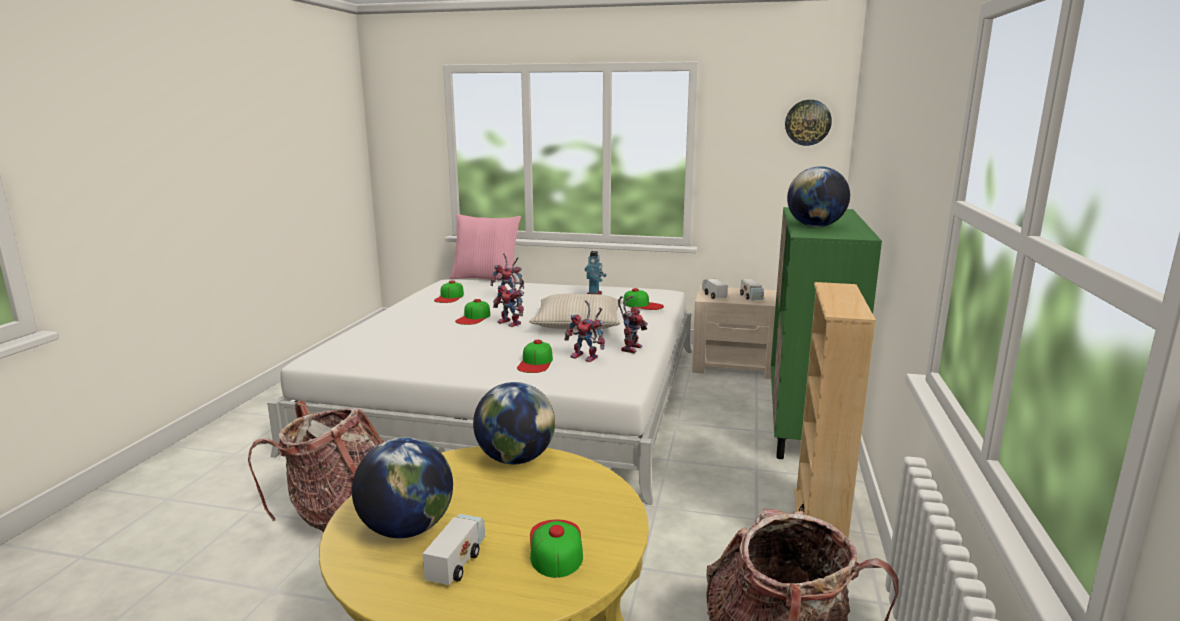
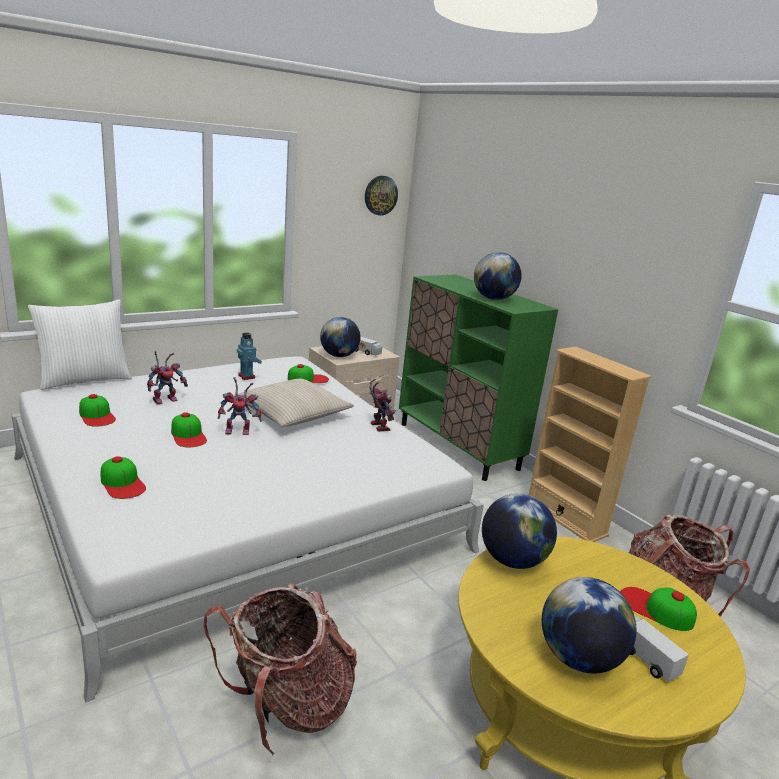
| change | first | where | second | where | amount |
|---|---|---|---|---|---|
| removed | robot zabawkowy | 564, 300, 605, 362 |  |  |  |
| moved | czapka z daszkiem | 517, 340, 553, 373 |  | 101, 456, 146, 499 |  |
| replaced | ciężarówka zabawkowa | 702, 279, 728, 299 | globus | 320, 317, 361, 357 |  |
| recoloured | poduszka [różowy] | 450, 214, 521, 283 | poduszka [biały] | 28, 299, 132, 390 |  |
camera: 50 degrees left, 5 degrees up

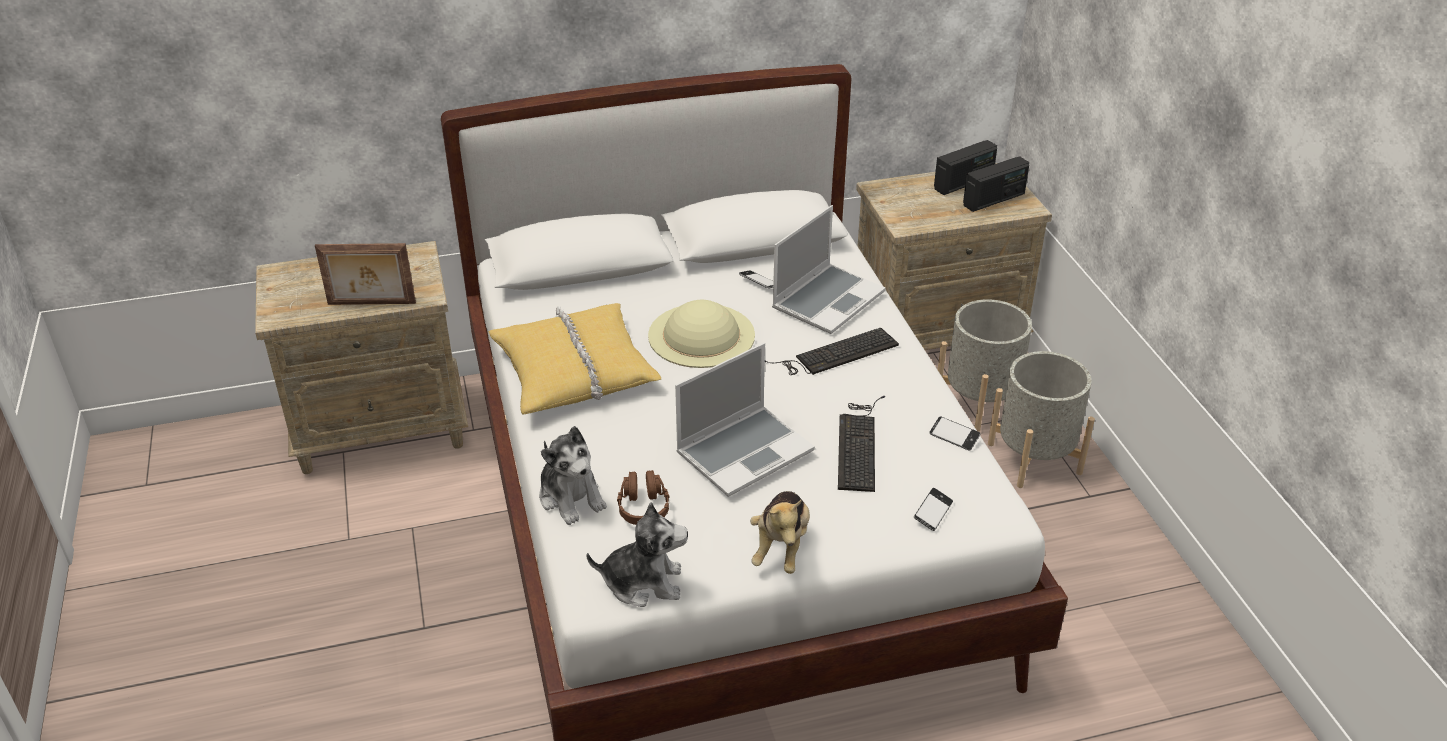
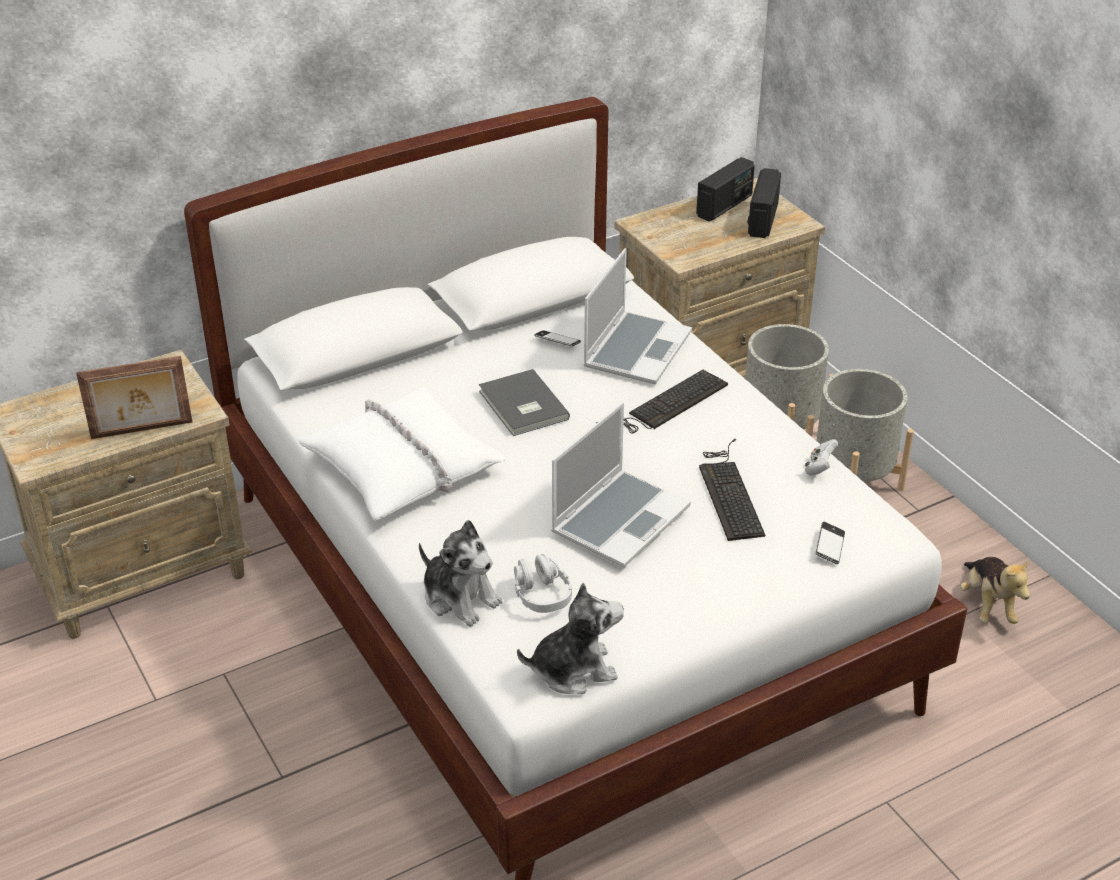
| change | first | where | second | where | amount |
|---|---|---|---|---|---|
| moved | pluszak | 750, 491, 810, 574 |  | 960, 557, 1030, 624 |  |
| replaced | kapelusz [beżowy] | 648, 300, 755, 368 | książka [szary] | 479, 369, 570, 436 |  |
| replaced | telefon | 929, 416, 980, 451 | pad do gier [biały] | 805, 439, 838, 476 |  |
| recoloured | poduszka [żółty] | 489, 303, 661, 415 | poduszka [biały] | 296, 387, 506, 521 |  |
| recoloured | słuchawki [brązowy] | 617, 470, 670, 525 | słuchawki [szary] | 514, 554, 572, 613 |  |
| turned | radio | 963, 156, 1029, 212 |  | 747, 168, 781, 238 | 150 degrees clockwise |
camera: 15 degrees left, 0 degrees up

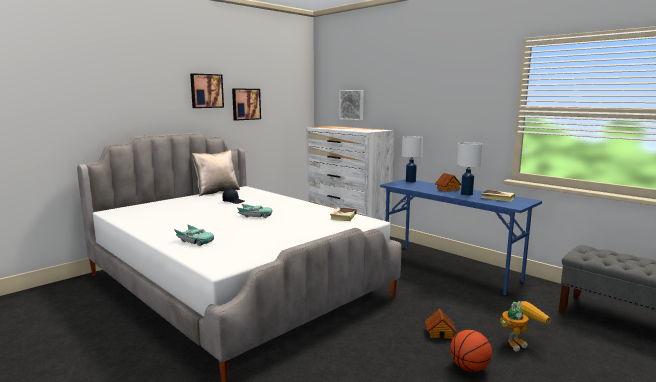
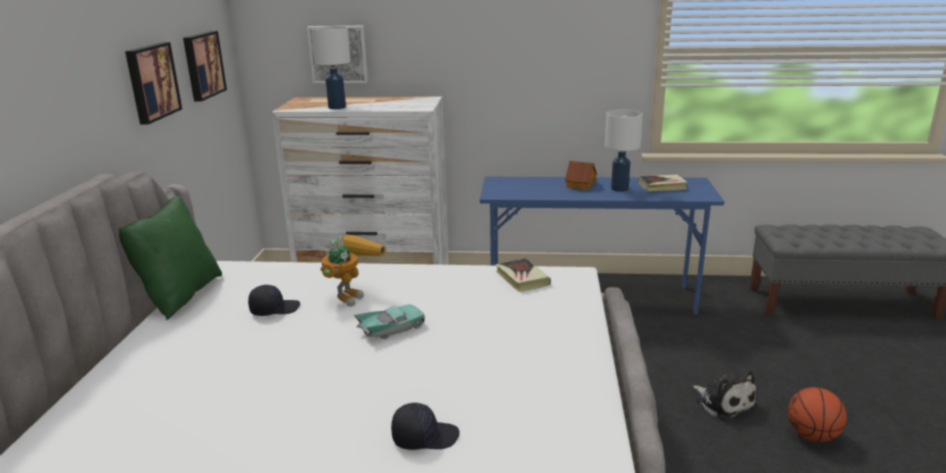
| change | first | where | second | where | amount |
|---|---|---|---|---|---|
| moved | obraz | 190, 73, 224, 108 |  | 183, 31, 227, 102 |  |
| moved | lampa stołowa [biały] | 402, 136, 423, 183 |  | 311, 26, 351, 109 |  |
| moved | robot zabawkowy | 500, 301, 551, 352 |  | 321, 235, 386, 307 |  |
| replaced | samochodzik [turkusowy] | 174, 224, 214, 246 | czapka z daszkiem [czarny] | 391, 403, 460, 450 |  |
| replaced | domek | 425, 308, 457, 339 | pluszak | 693, 371, 757, 421 |  |
| recoloured | poduszka [beżowy] | 192, 150, 240, 196 | poduszka [zielony] | 119, 196, 222, 320 |  |
camera: 40 degrees left, 10 degrees up

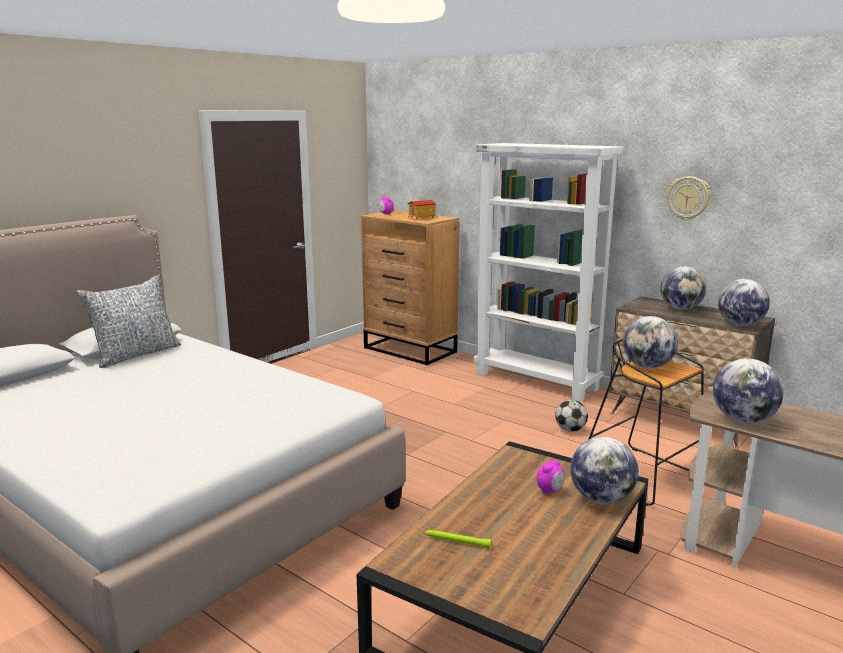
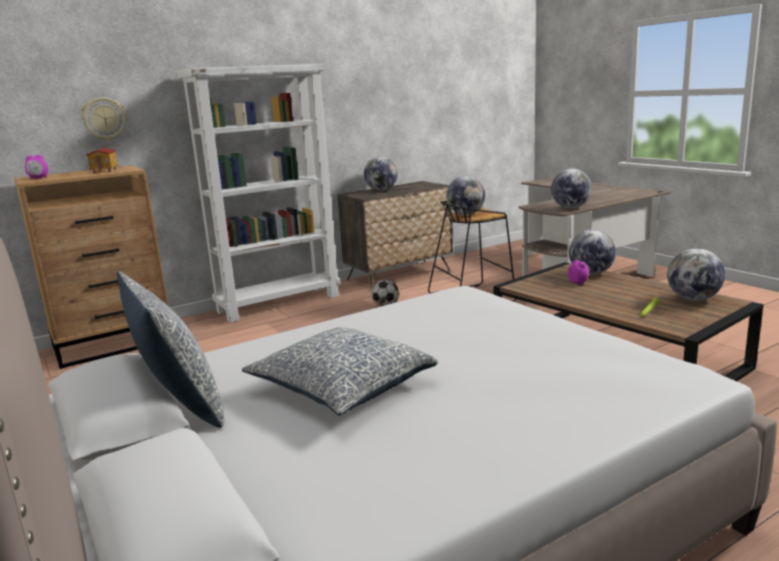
| change | first | where | second | where | amount |
|---|---|---|---|---|---|
| added |  |  | poduszka | 242, 327, 438, 416 |  |
| moved | zegar ścienny | 667, 176, 711, 220 |  | 81, 97, 127, 141 |  |
| moved | globus | 718, 279, 770, 326 |  | 667, 249, 725, 301 |  |
camera: 70 degrees left, 0 degrees up

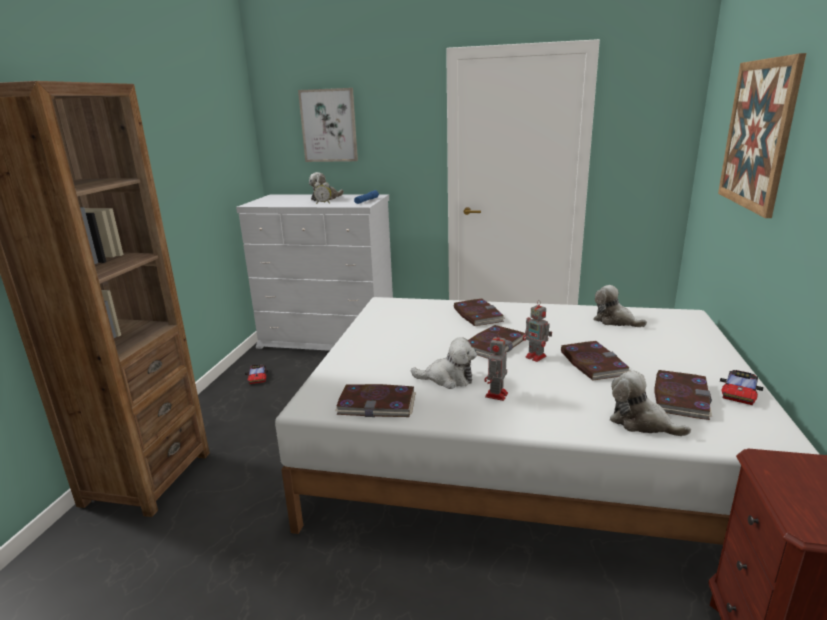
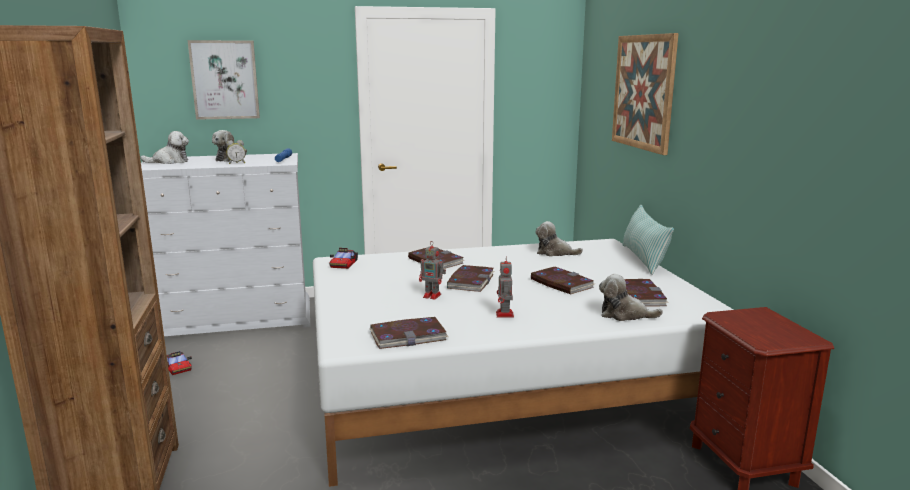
| change | first | where | second | where | amount |
|---|---|---|---|---|---|
| added |  |  | poduszka | 622, 205, 674, 275 |  |
| moved | pluszak | 411, 337, 477, 389 |  | 141, 131, 189, 164 |  |
| moved | robot zabawkowy | 523, 300, 552, 362 |  | 419, 242, 446, 300 |  |
| moved | samochodzik | 720, 370, 763, 405 |  | 329, 248, 358, 269 |  |
camera: 25 degrees left, 5 degrees down

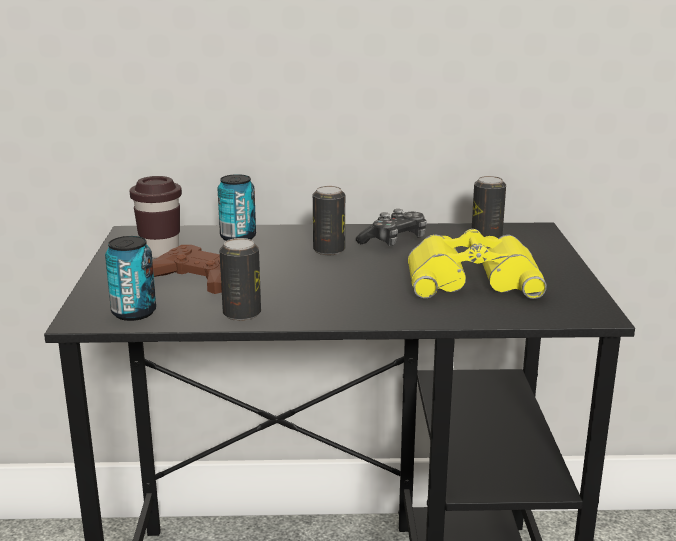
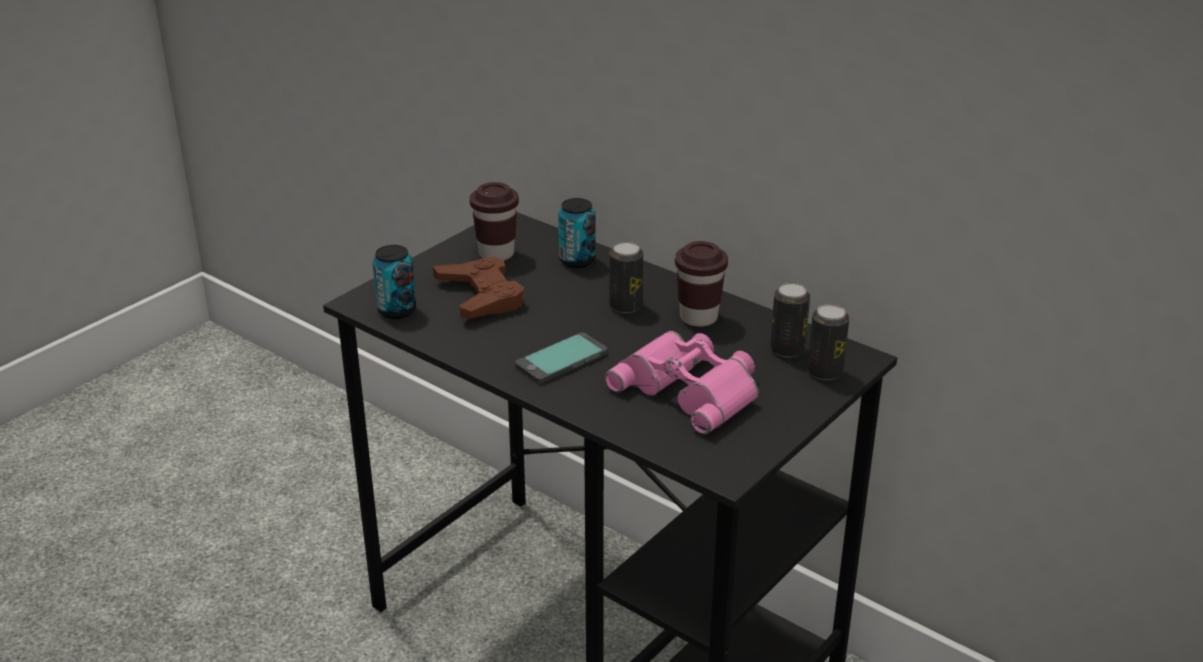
| change | first | where | second | where | amount |
|---|---|---|---|---|---|
| added |  |  | telefon | 515, 332, 607, 384 |  |
| moved | puszka | 219, 238, 261, 321 |  | 807, 304, 849, 380 |  |
| replaced | pad do gier | 356, 209, 427, 246 | filiżanka [brązowy] | 675, 241, 728, 327 |  |
| recoloured | lornetka [żółty] | 408, 229, 547, 299 | lornetka [różowy] | 605, 331, 759, 434 |  |
camera: 40 degrees right, 10 degrees up

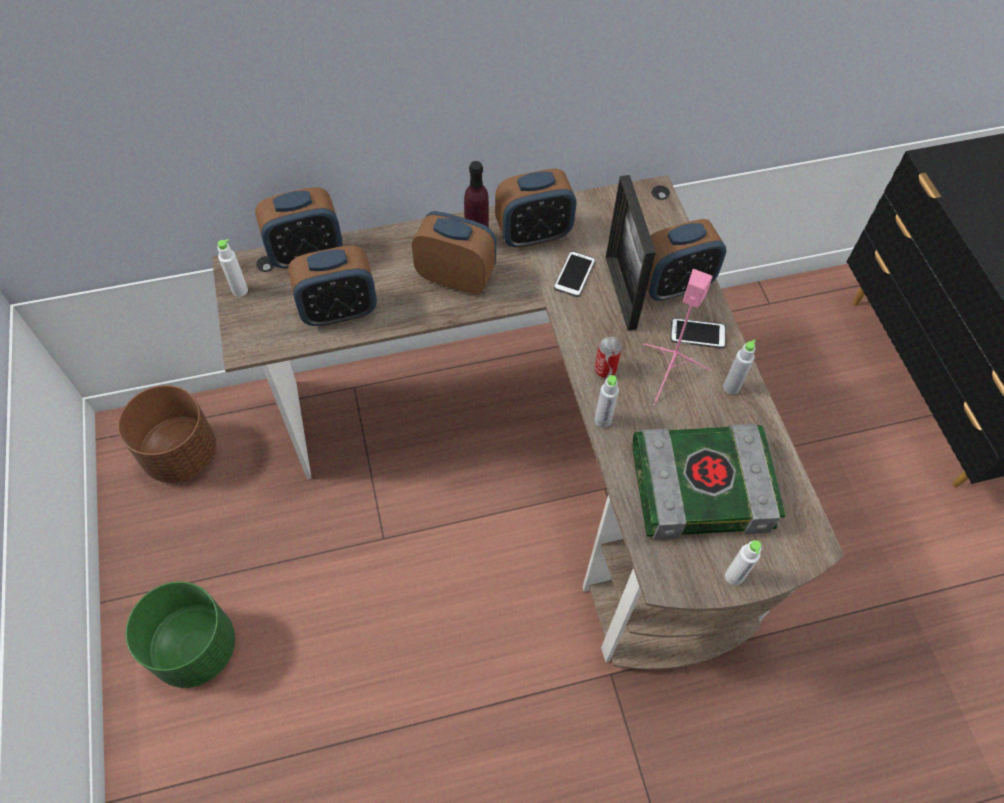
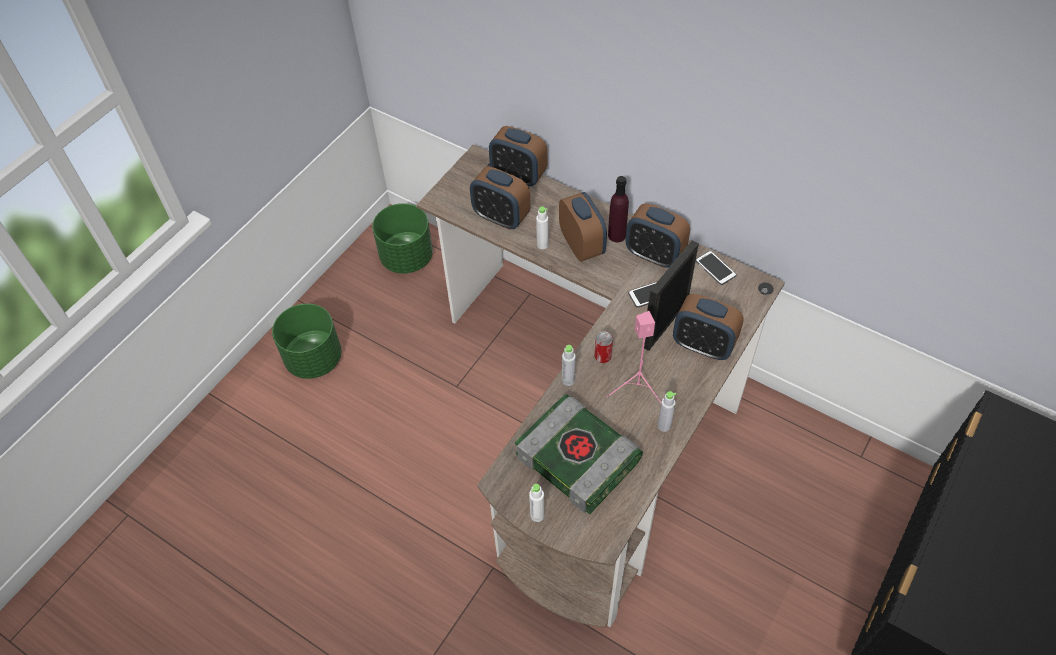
| change | first | where | second | where | amount |
|---|---|---|---|---|---|
| moved | butelka [biały] | 217, 239, 248, 297 |  | 536, 206, 549, 249 |  |
| moved | telefon | 670, 318, 726, 348 |  | 696, 251, 737, 285 |  |
| recoloured | donica [brązowy] | 118, 385, 216, 483 | donica [zielony] | 372, 203, 433, 274 |  |
camera: 50 degrees right, 5 degrees down

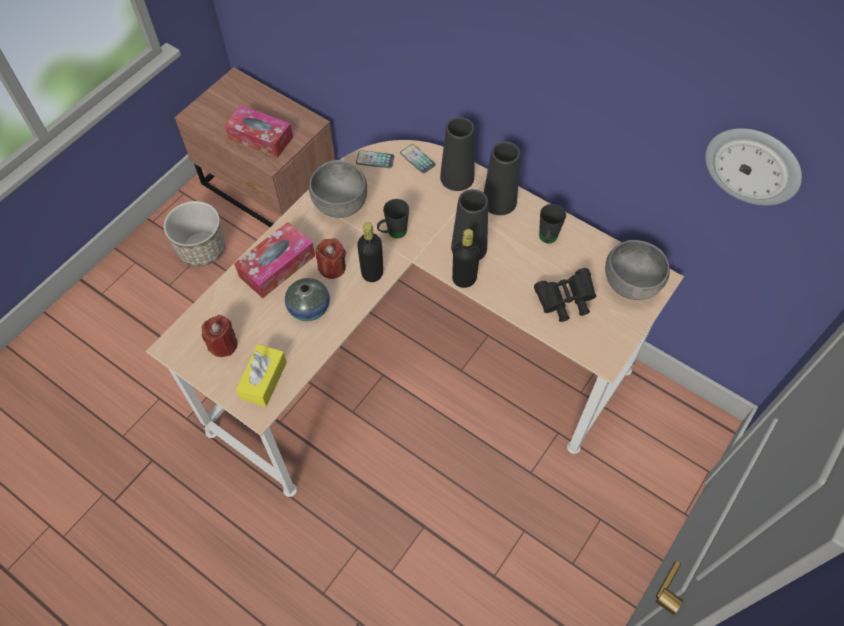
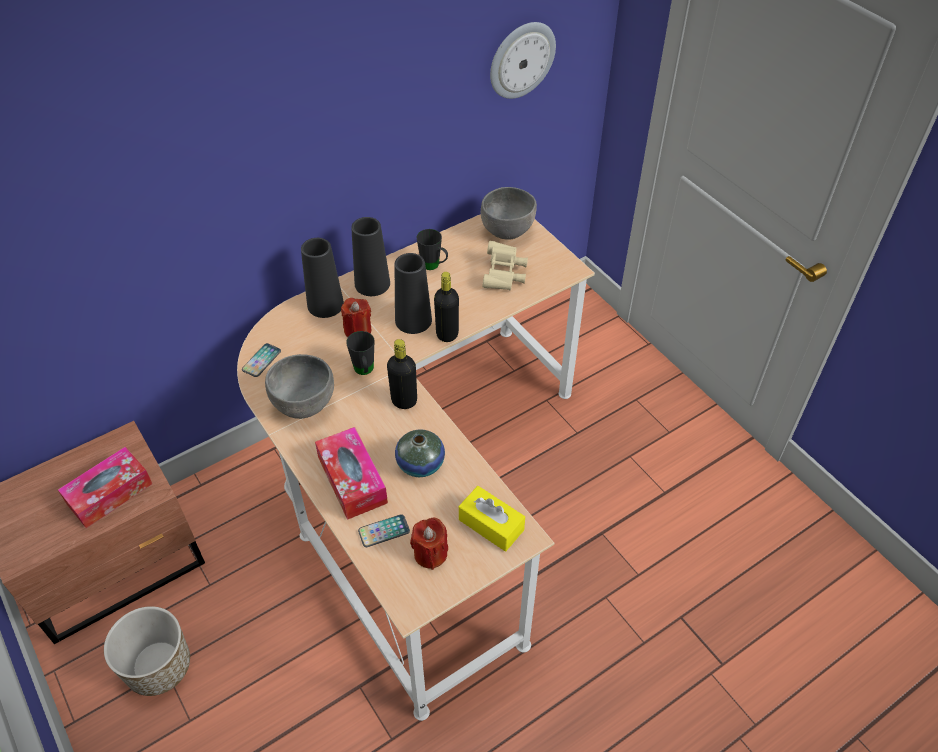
| change | first | where | second | where | amount |
|---|---|---|---|---|---|
| moved | świeca [czerwony] | 316, 238, 346, 279 |  | 341, 298, 371, 337 |  |
| moved | telefon | 400, 144, 435, 173 |  | 358, 514, 410, 547 |  |
| recoloured | lornetka [czarny] | 534, 268, 596, 322 | lornetka [beżowy] | 482, 241, 528, 290 |  |
camera: 70 degrees left, 10 degrees down

